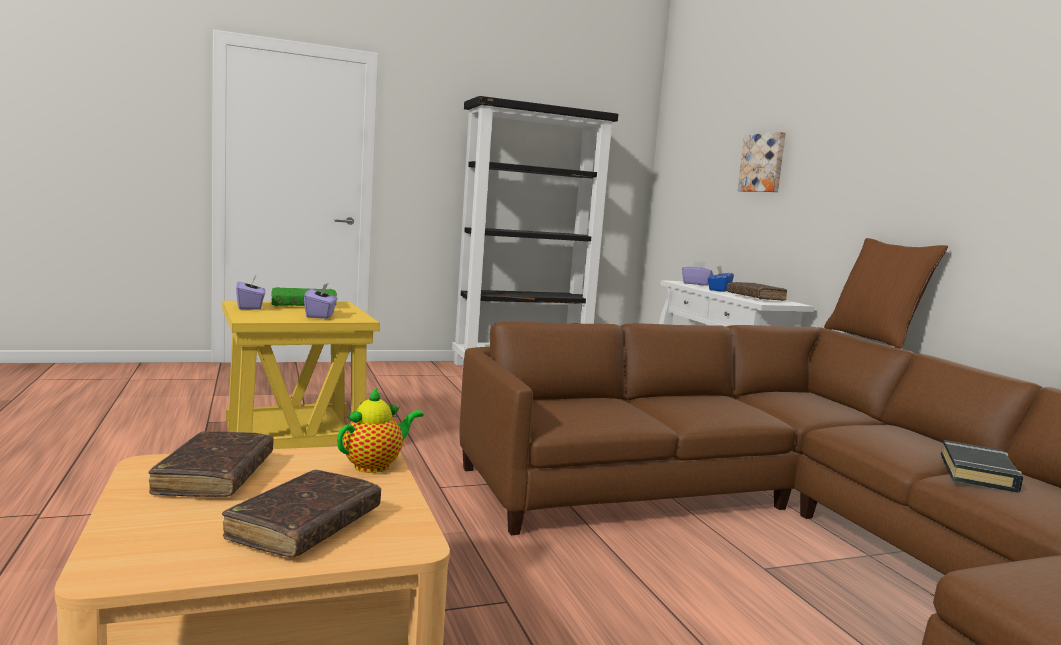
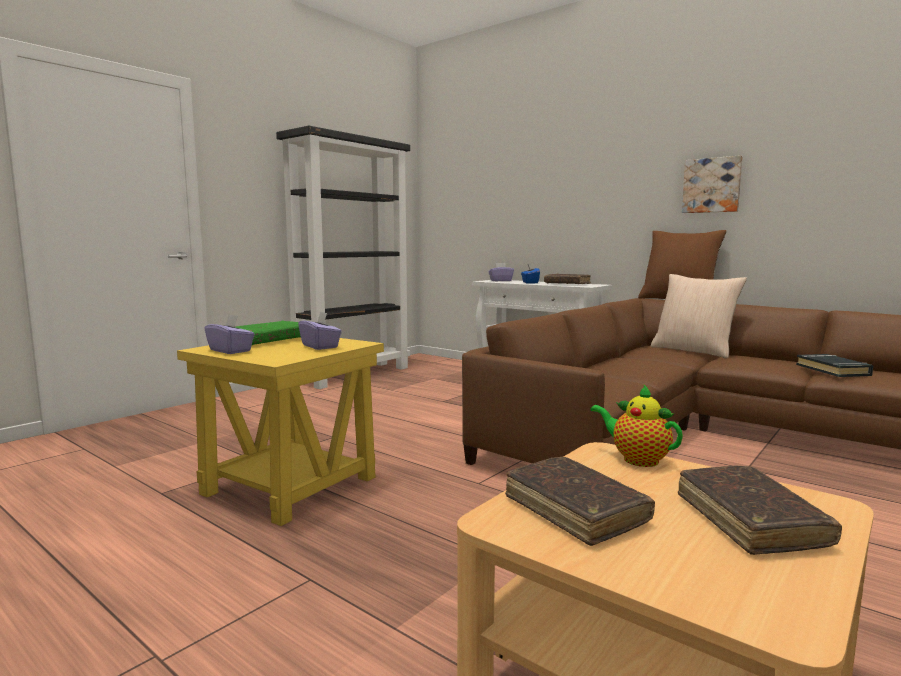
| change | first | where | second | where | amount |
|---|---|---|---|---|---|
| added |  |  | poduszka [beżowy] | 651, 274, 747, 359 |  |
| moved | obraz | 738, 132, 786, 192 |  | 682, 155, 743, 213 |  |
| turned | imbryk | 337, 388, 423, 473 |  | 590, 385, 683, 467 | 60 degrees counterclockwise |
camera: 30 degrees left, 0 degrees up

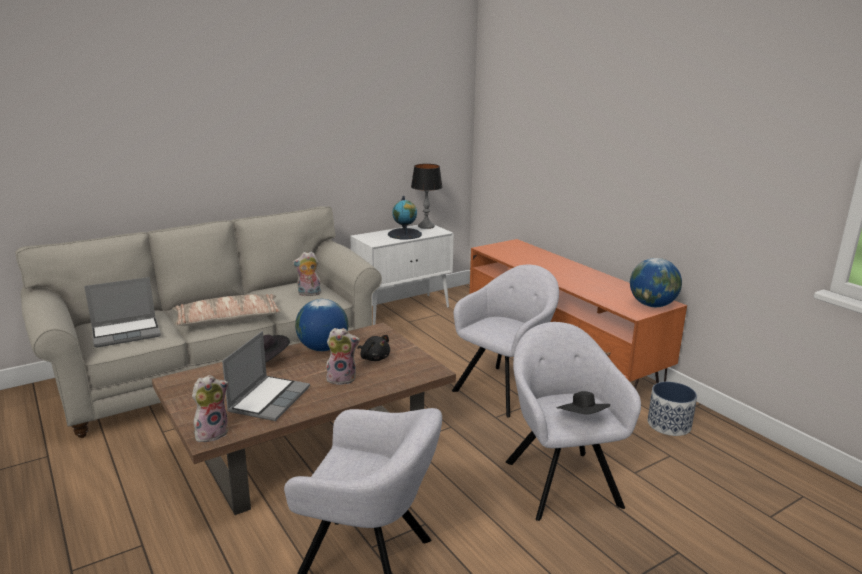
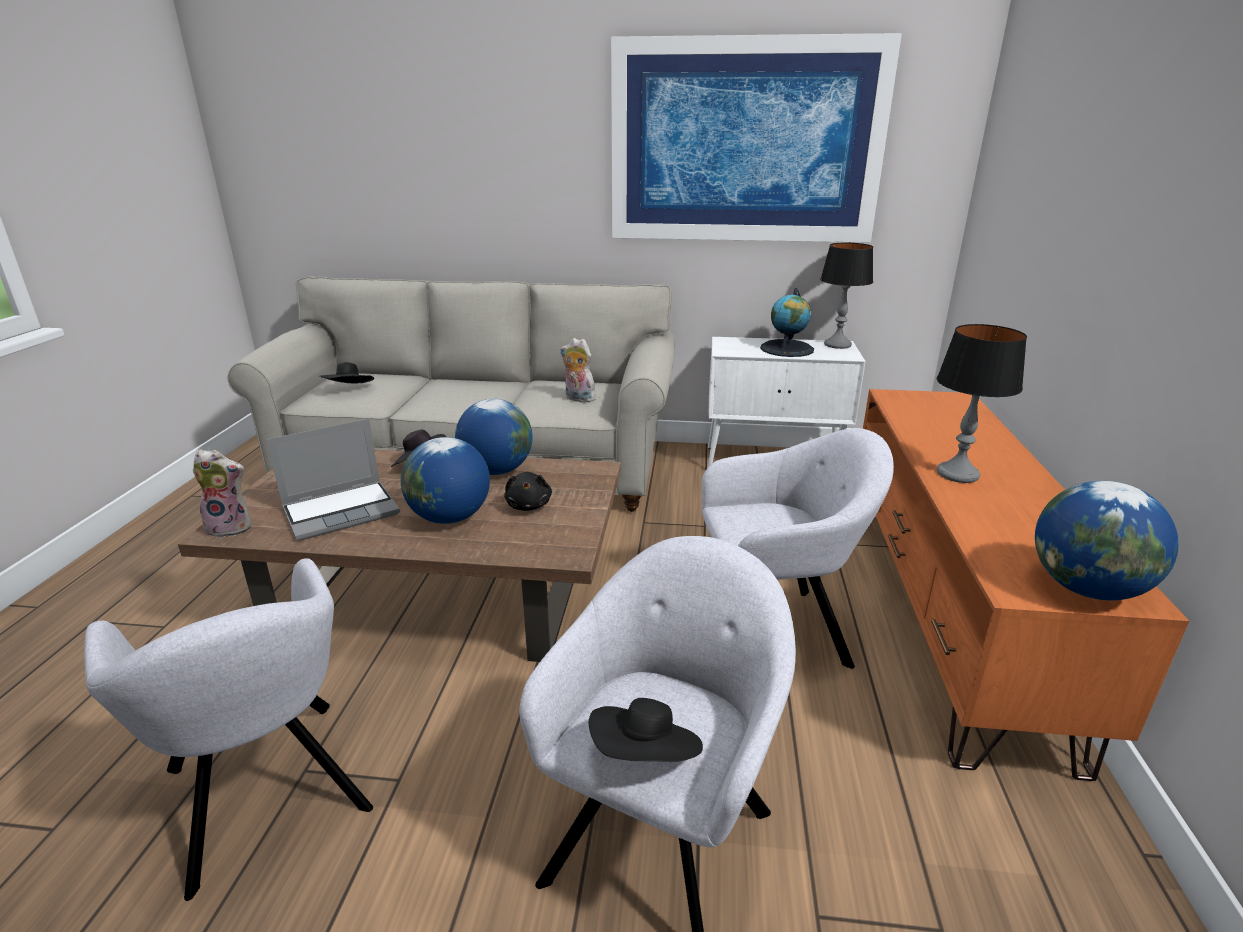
| change | first | where | second | where | amount |
|---|---|---|---|---|---|
| removed | poduszka | 172, 294, 281, 326 |  |  |  |
| removed | donica | 648, 382, 697, 436 |  |  |  |
| added |  |  | obraz | 611, 33, 902, 243 |  |
| added |  |  | lampa stołowa | 937, 324, 1027, 483 |  |
| replaced | laptop | 84, 277, 161, 348 | kapelusz [czarny] | 320, 362, 374, 383 |  |
| replaced | pluszak | 326, 328, 360, 385 | globus | 401, 437, 490, 524 |  |
camera: 40 degrees right, 5 degrees up

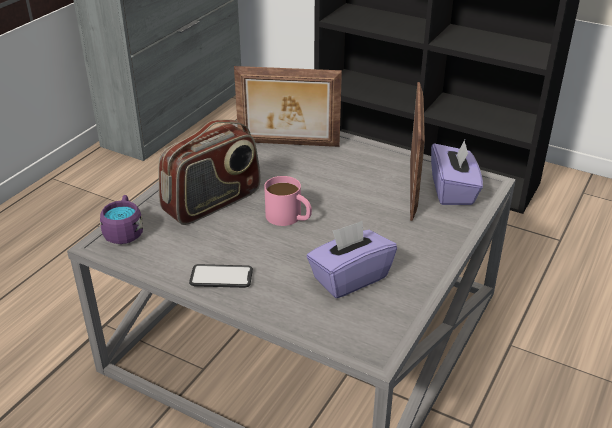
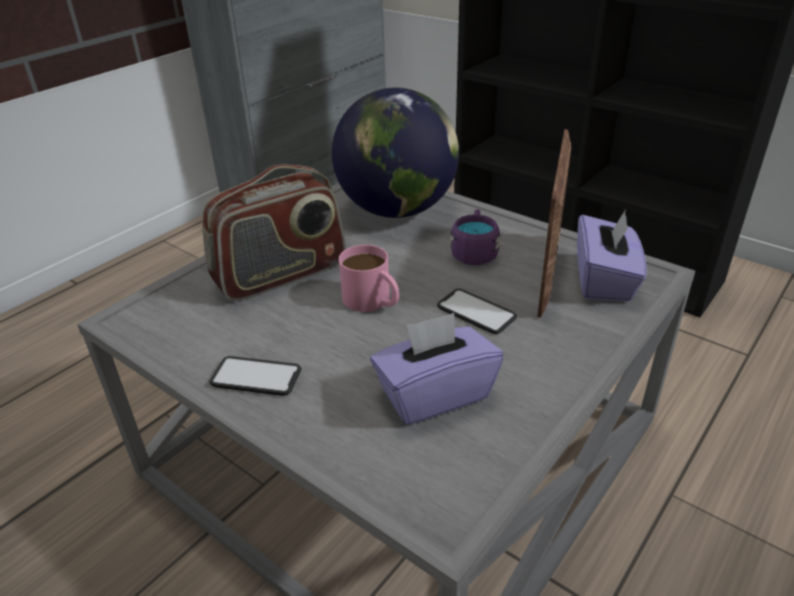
| change | first | where | second | where | amount |
|---|---|---|---|---|---|
| added |  |  | telefon | 437, 289, 517, 334 |  |
| moved | kubek [fioletowy] | 100, 195, 143, 244 |  | 450, 209, 500, 265 |  |
| replaced | ramka na zdjęcie | 234, 66, 342, 147 | globus | 332, 87, 459, 218 |  |
camera: 10 degrees right, 0 degrees up

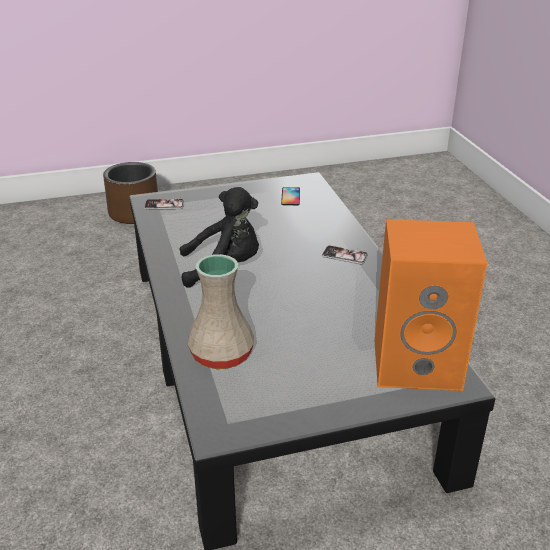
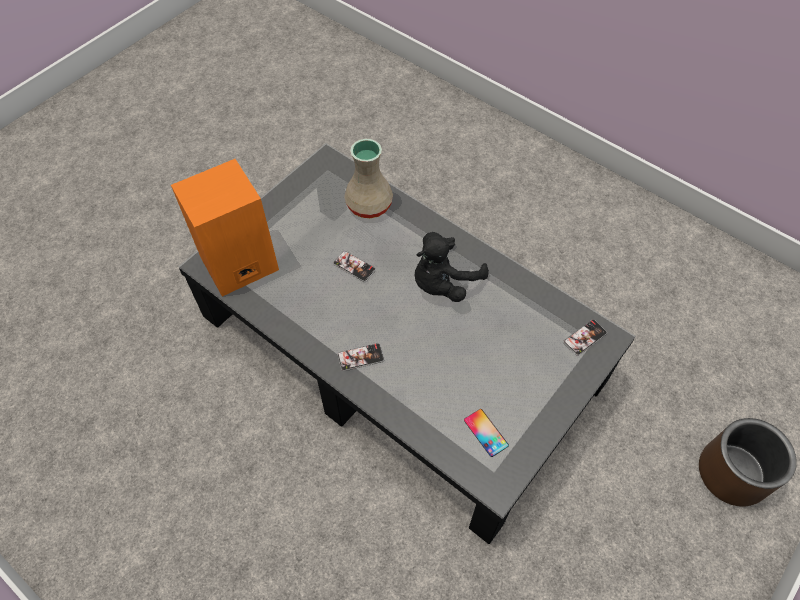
| change | first | where | second | where | amount |
|---|---|---|---|---|---|
| added |  |  | telefon | 333, 251, 376, 282 |  |
camera: 145 degrees right, 25 degrees up

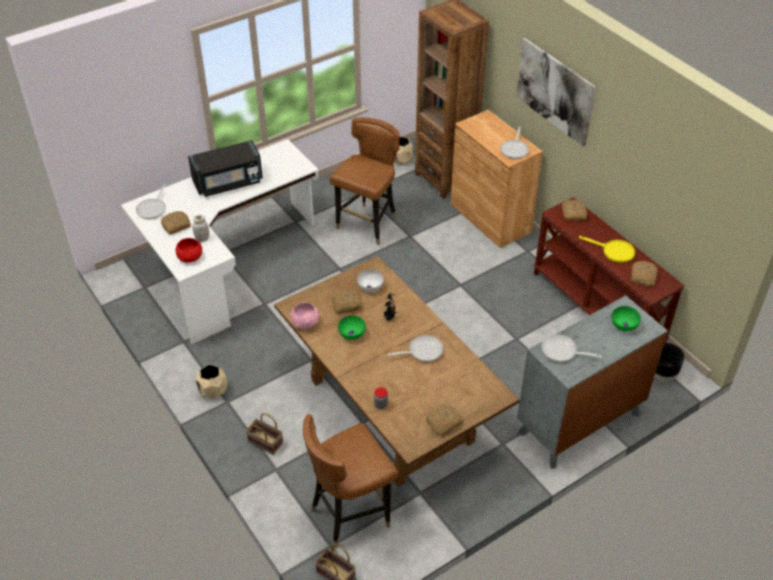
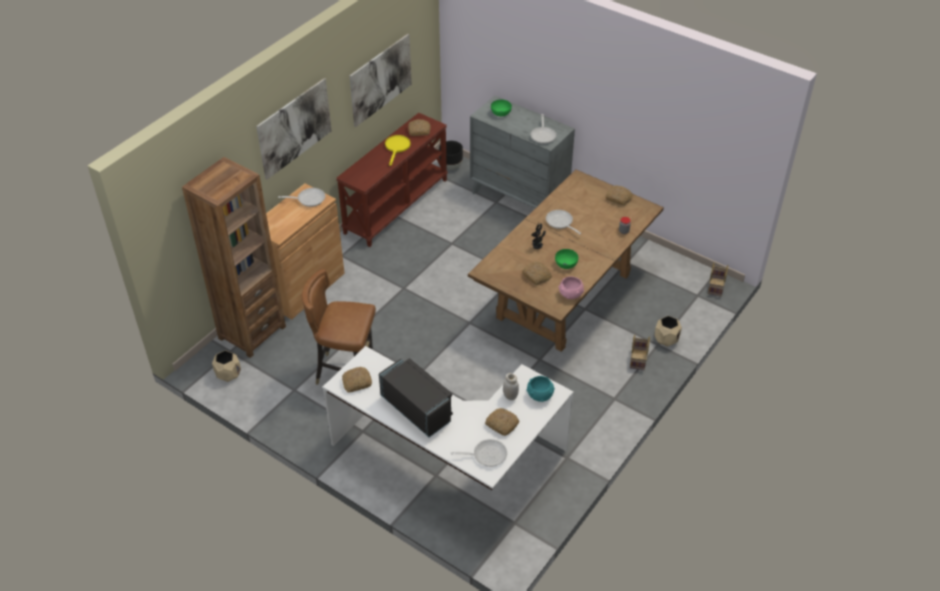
| change | first | where | second | where | amount |
|---|---|---|---|---|---|
| removed | krzesło [brązowy] | 303, 414, 398, 548 |  |  |  |
| removed | miska [biały] | 357, 269, 384, 292 |  |  |  |
| added |  |  | obraz | 349, 34, 412, 127 |  |
| moved | donica [beżowy] | 196, 365, 227, 399 |  | 654, 316, 682, 347 |  |
| moved | chleb | 562, 200, 587, 221 |  | 342, 367, 372, 393 |  |
| recoloured | miska [czerwony] | 176, 238, 202, 263 | miska [turkusowy] | 526, 376, 555, 402 |  |
camera: 110 degrees left, 0 degrees up

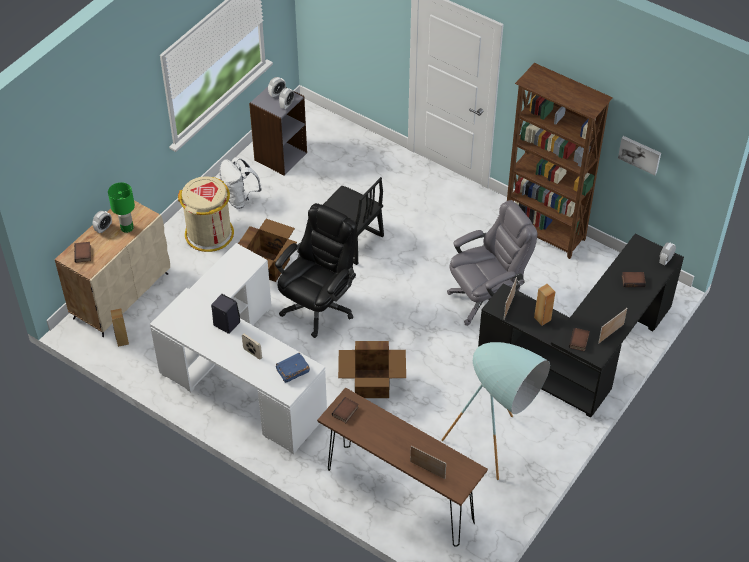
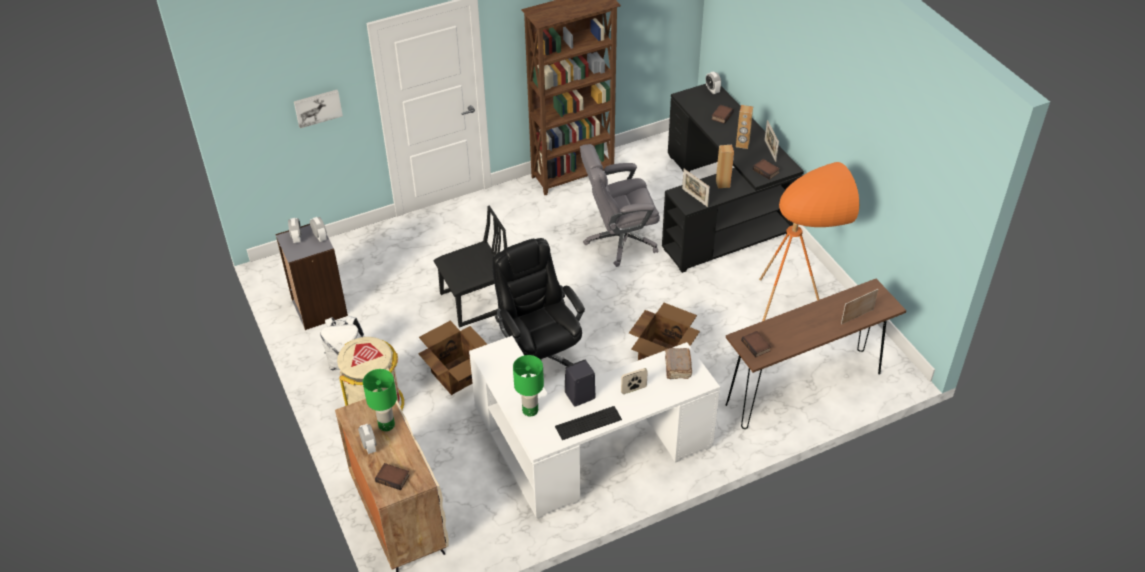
| change | first | where | second | where | amount |
|---|---|---|---|---|---|
| added |  |  | lampa stołowa [zielony] | 513, 355, 544, 417 |  |
| added |  |  | klawiatura | 555, 406, 622, 440 |  |
| moved | głośnik [brązowy] | 110, 309, 129, 347 |  | 736, 105, 753, 149 |  |
| moved | obraz | 618, 136, 661, 175 |  | 294, 90, 343, 128 |  |
| recoloured | książka [niebieski] | 276, 353, 310, 383 | książka [brązowy] | 665, 348, 692, 379 |  |
| recoloured | lampa stojąca [turkusowy] | 441, 342, 550, 480 | lampa stojąca [pomarańczowy] | 759, 162, 859, 321 |  |
| turned | krzesło biurowe [szary] | 447, 200, 537, 326 |  | 580, 144, 660, 267 | 105 degrees counterclockwise |
camera: 60 degrees left, 5 degrees down

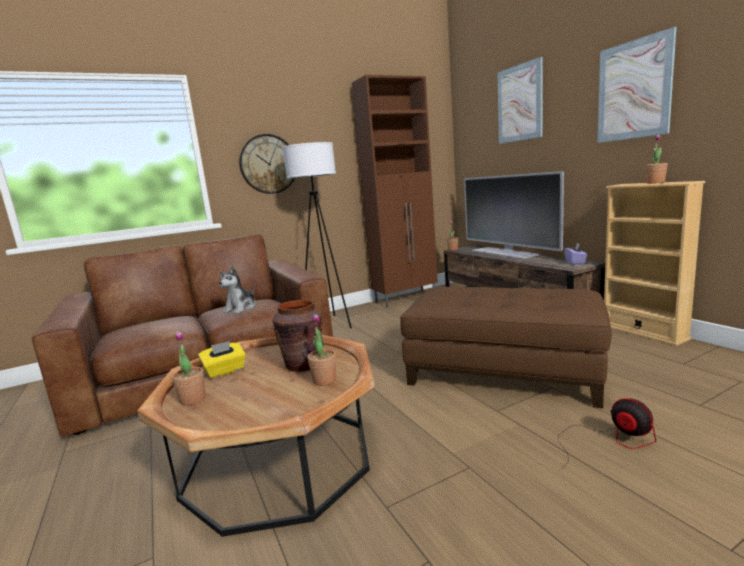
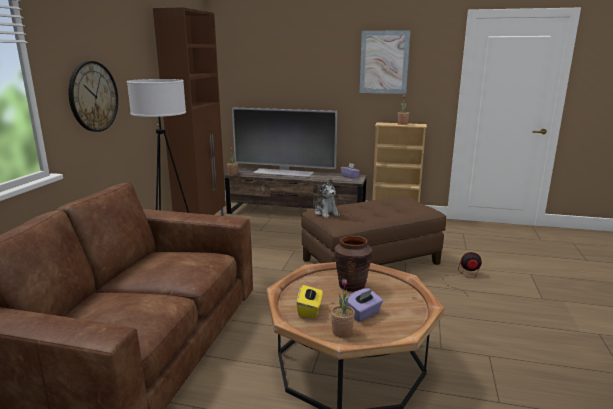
| change | first | where | second | where | amount |
|---|---|---|---|---|---|
| removed | roślina doniczkowa | 307, 314, 336, 386 |  |  |  |
| removed | obraz | 497, 57, 542, 144 |  |  |  |
| added |  |  | pudełko chusteczek [fioletowy] | 344, 288, 383, 322 |  |
| moved | pluszak | 219, 266, 256, 313 |  | 315, 179, 340, 218 |  |
camera: 50 degrees left, 5 degrees up

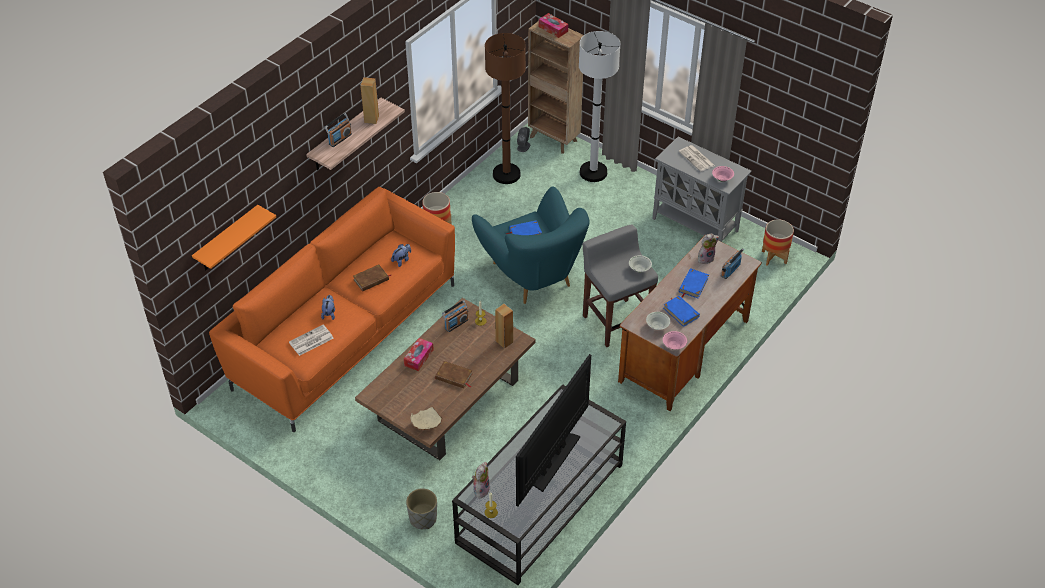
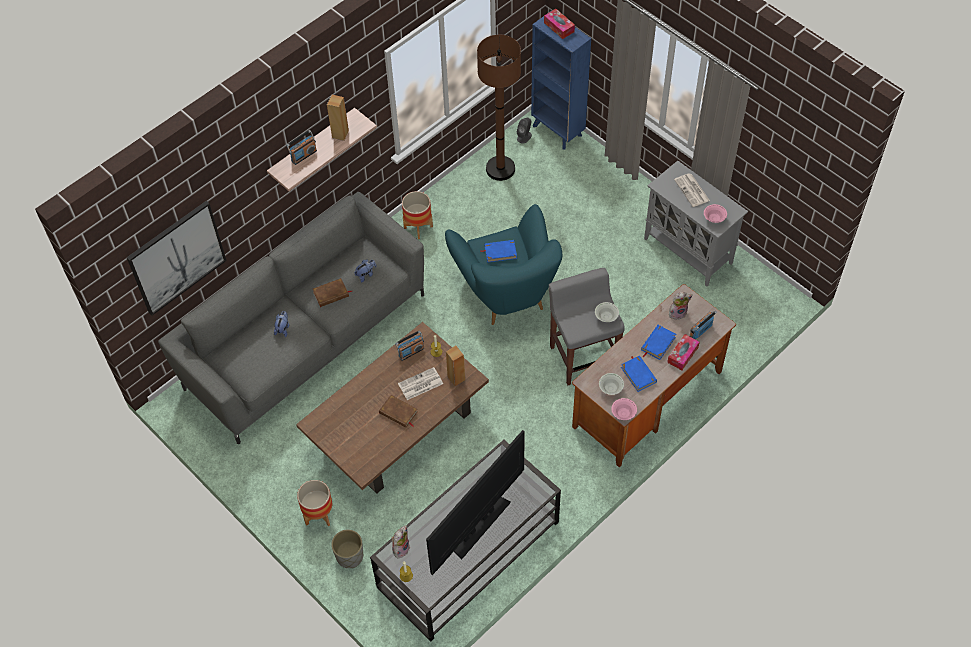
| change | first | where | second | where | amount |
|---|---|---|---|---|---|
| removed | miska [beżowy] | 411, 407, 442, 430 |  |  |  |
| removed | lampa stojąca [biały] | 579, 31, 620, 182 |  |  |  |
| moved | gazeta | 289, 325, 333, 356 |  | 398, 367, 443, 400 |  |
| moved | pudełko chusteczek | 404, 338, 434, 371 |  | 667, 334, 700, 370 |  |
| moved | donica | 762, 219, 794, 266 |  | 297, 480, 332, 526 |  |
| replaced | półka [pomarańczowy] | 192, 205, 276, 270 | obraz | 127, 201, 227, 316 |  |
| recoloured | kanapa [pomarańczowy] | 209, 187, 455, 432 | kanapa [szary] | 158, 192, 424, 444 |  |
| recoloured | regał [brązowy] | 528, 21, 584, 154 | regał [niebieski] | 531, 10, 591, 149 |  |
camera: 10 degrees right, 10 degrees up

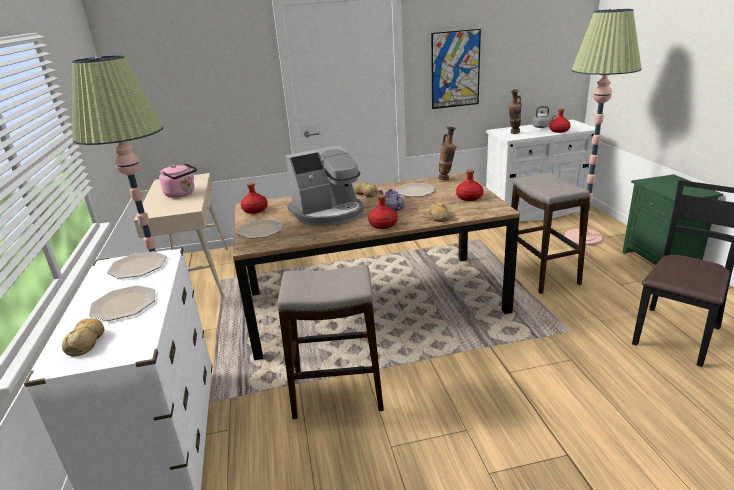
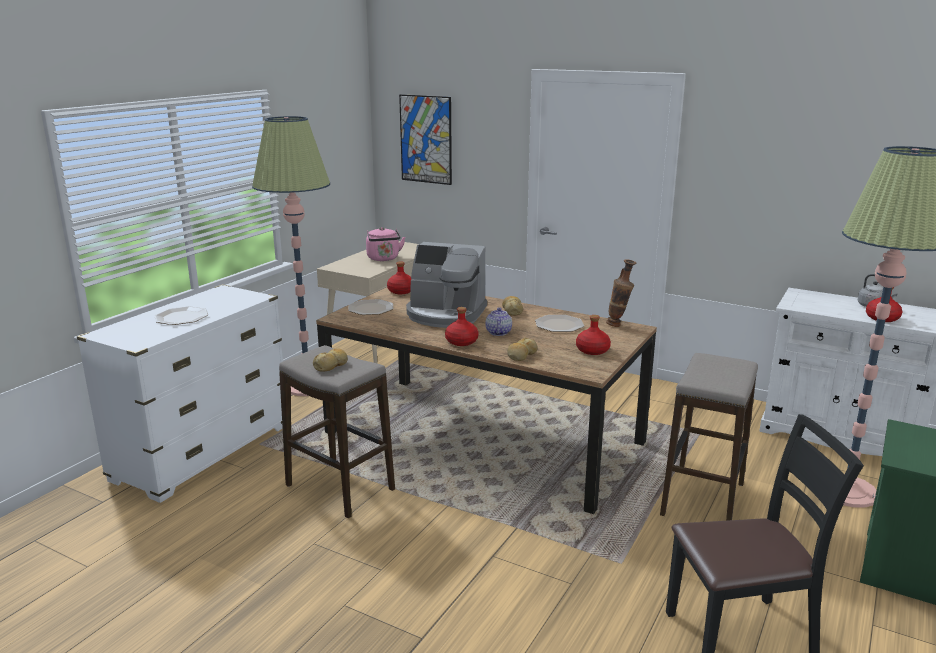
| change | first | where | second | where | amount |
|---|---|---|---|---|---|
| removed | talerz | 107, 251, 167, 279 |  |  |  |
| removed | wazon | 508, 89, 522, 134 |  |  |  |
| moved | chleb | 62, 318, 105, 356 |  | 313, 348, 348, 372 |  |
| moved | obraz | 431, 29, 481, 109 |  | 399, 94, 452, 185 |  |
camera: 40 degrees right, 5 degrees down

